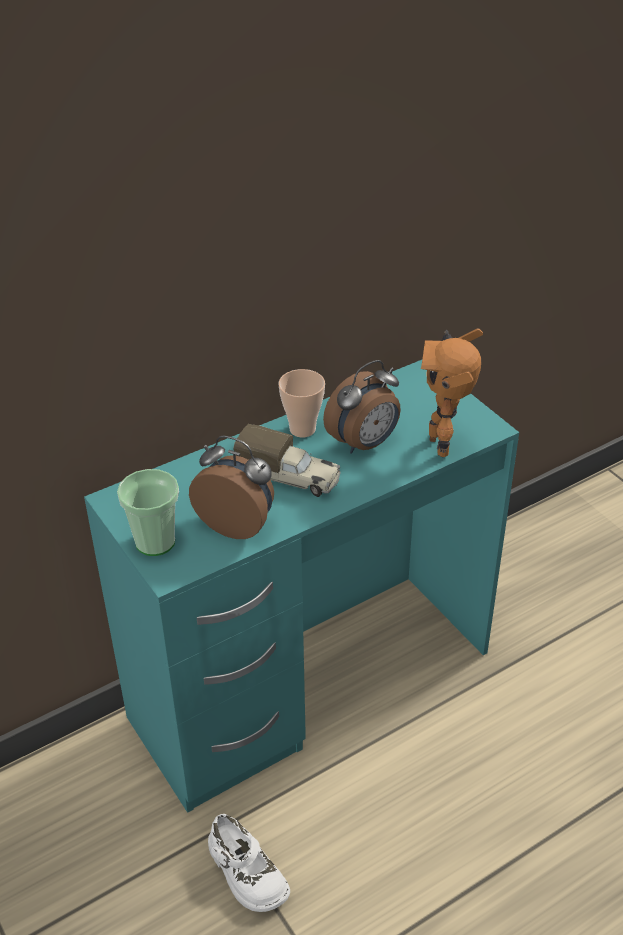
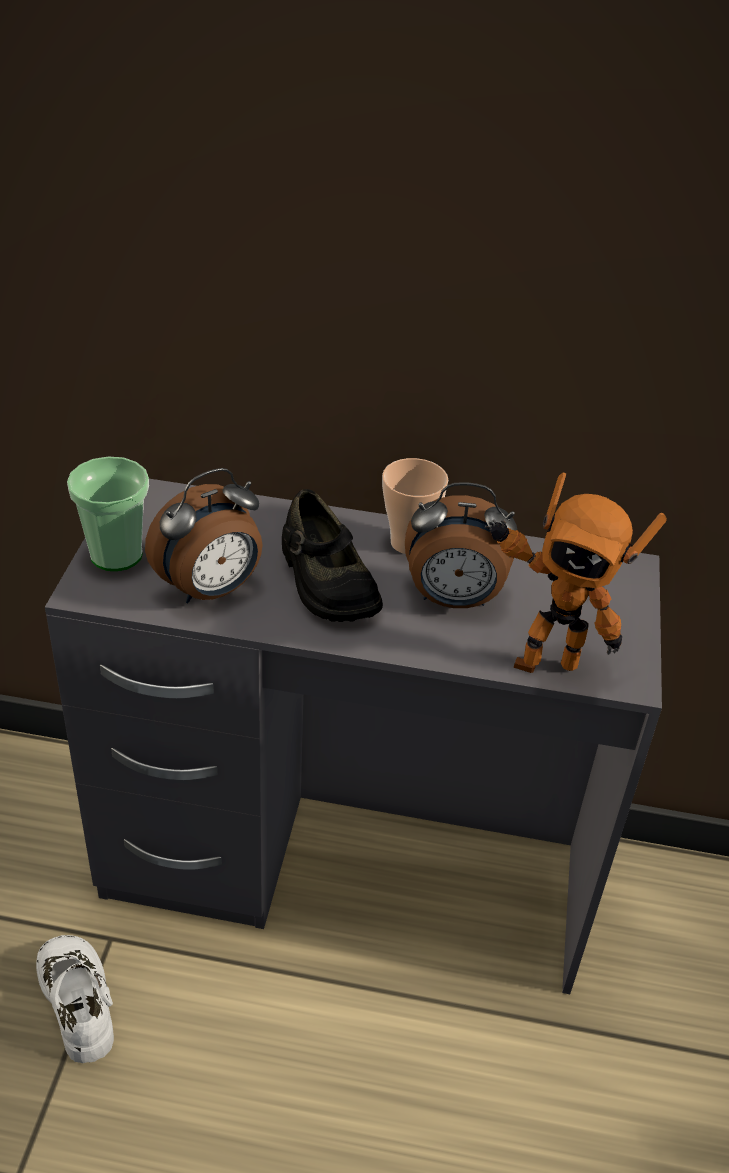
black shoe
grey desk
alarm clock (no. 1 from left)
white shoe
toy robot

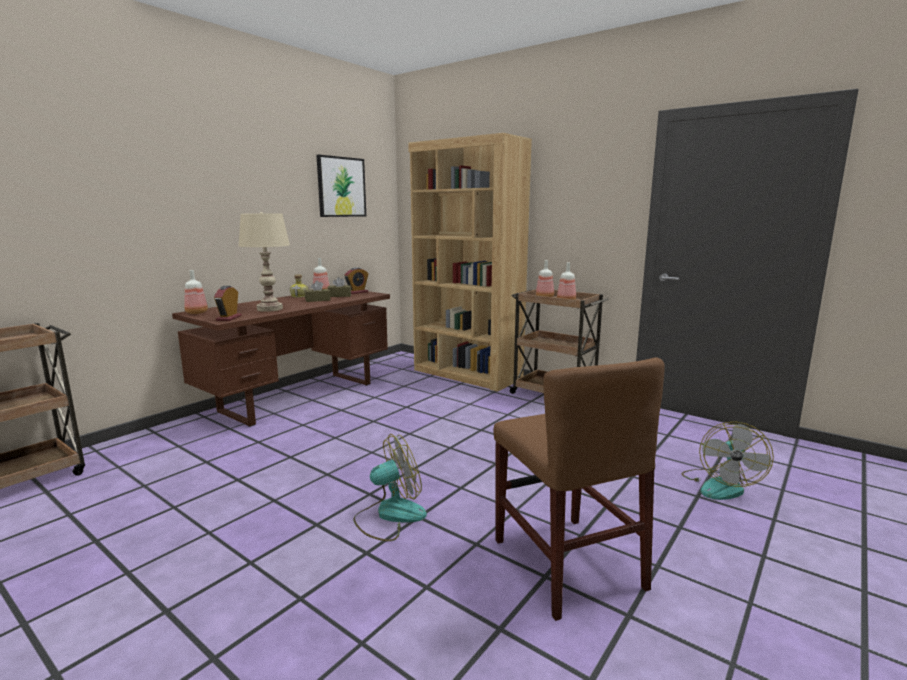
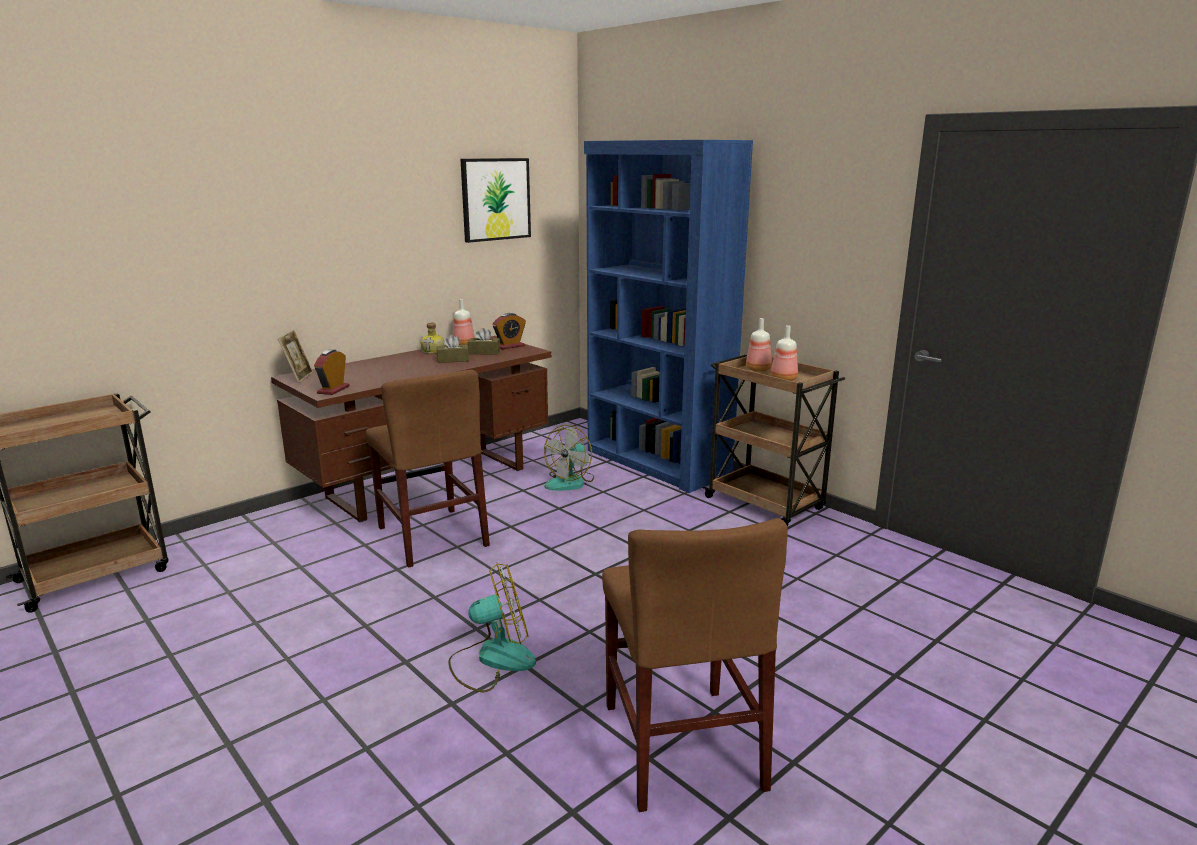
beige table lamp
brown chair (no. 1 from left)
fan (no. 2 from left)
picture frame
blue bookcase

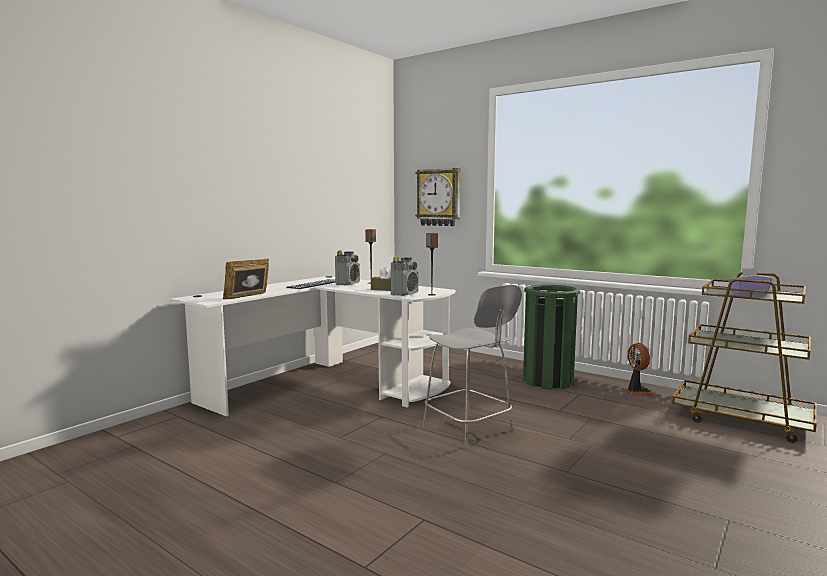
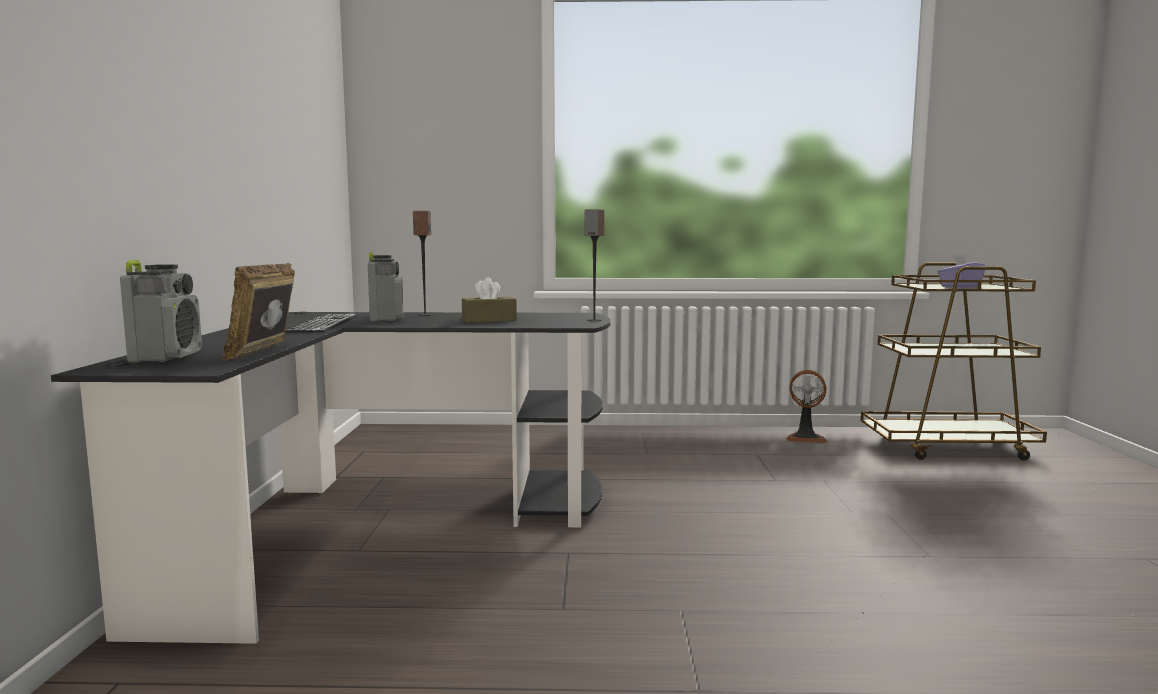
wall clock
grey stool
green trash can
radio (no. 1 from left)
black desk
fan

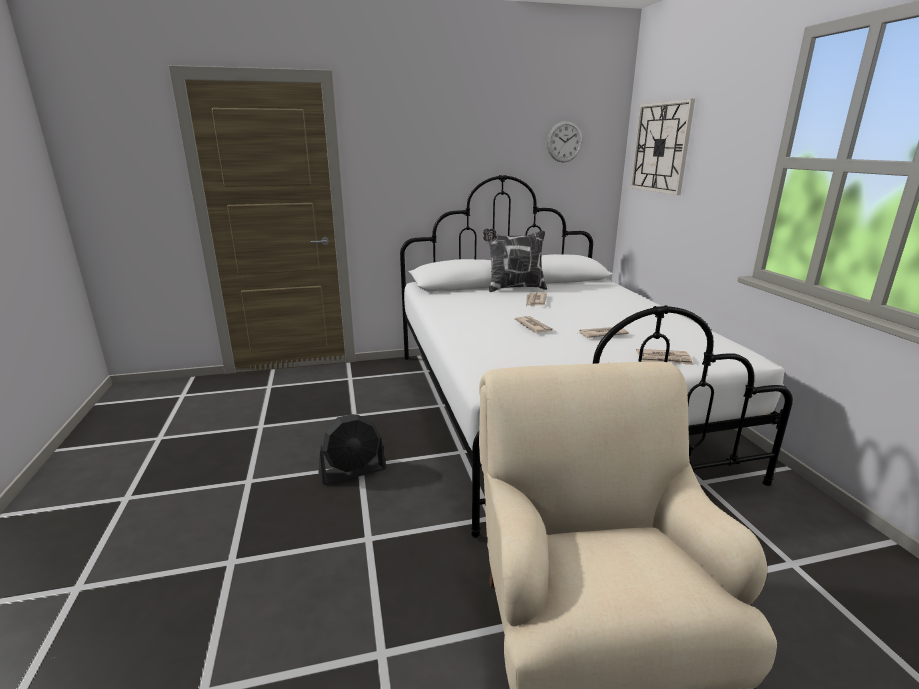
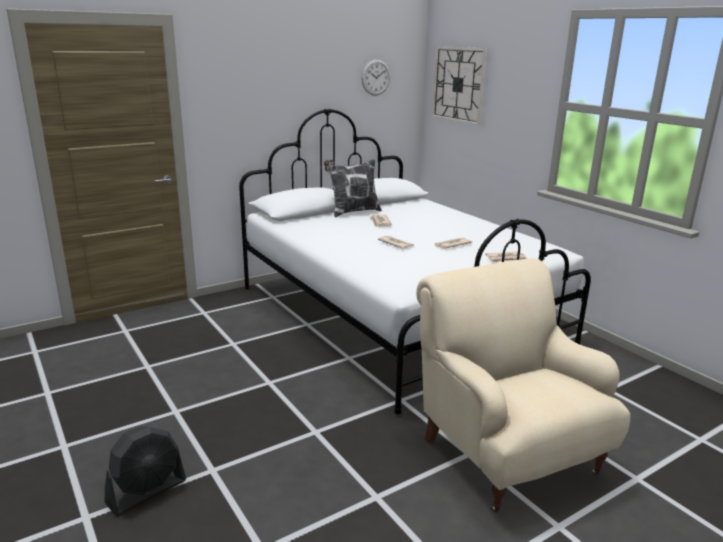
black fan

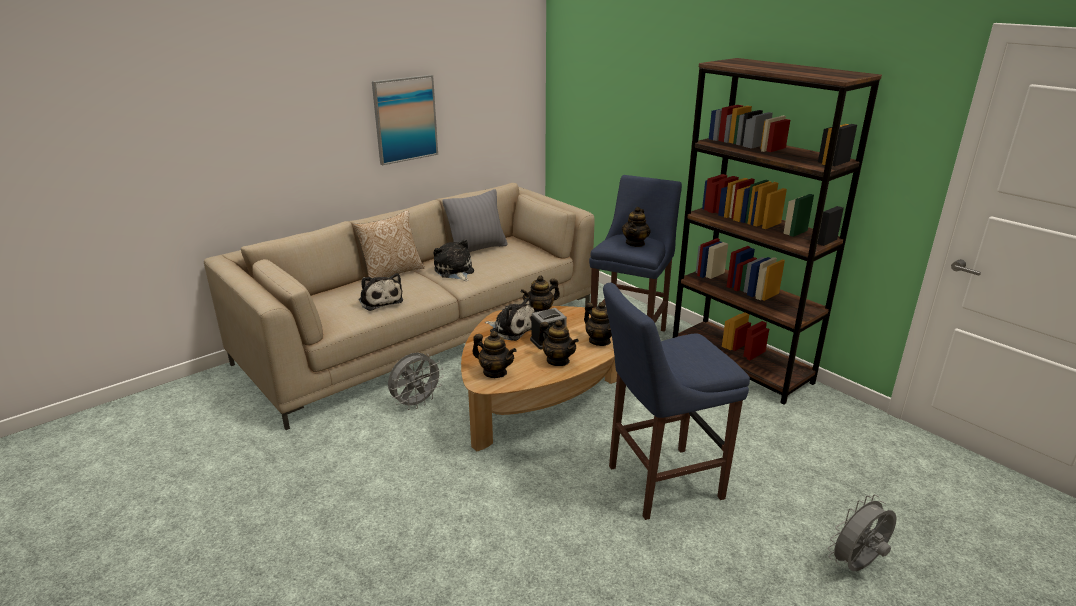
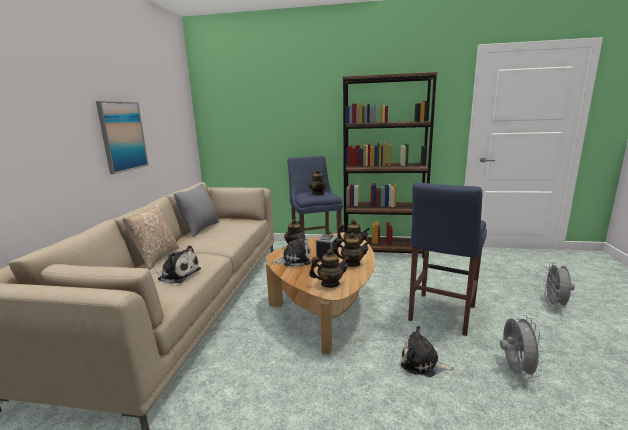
grey fan (no. 1 from left)
plush toy (no. 3 from left)

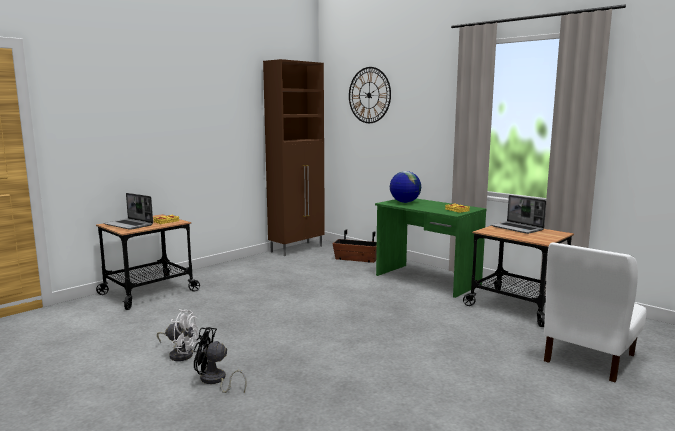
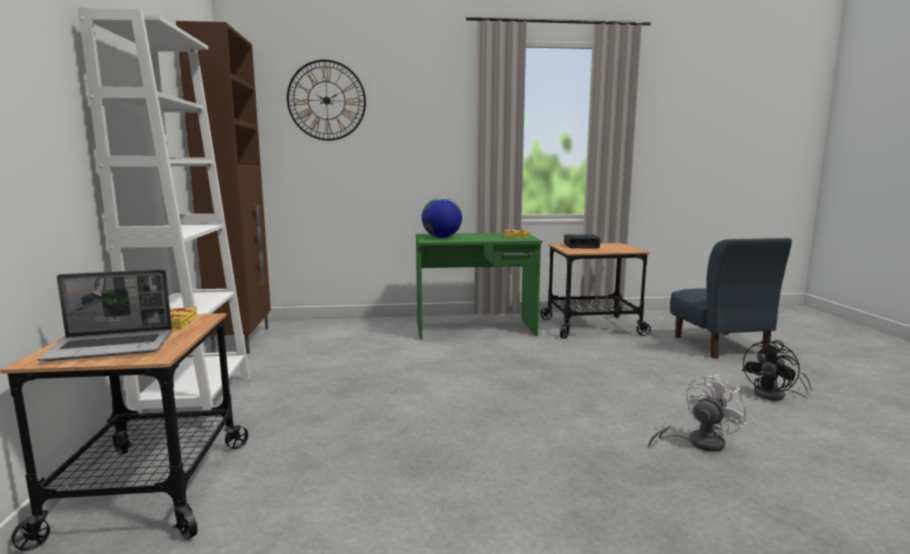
planter
white bookcase
white fan
black fan
alarm clock
blue chair

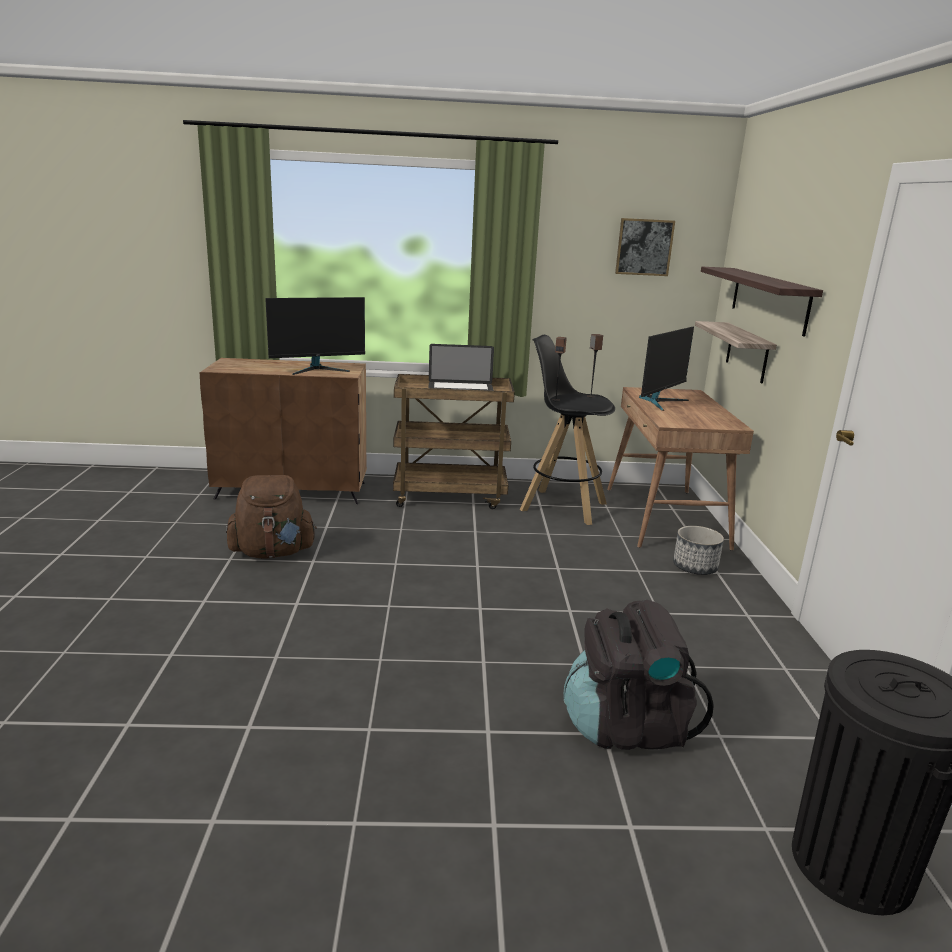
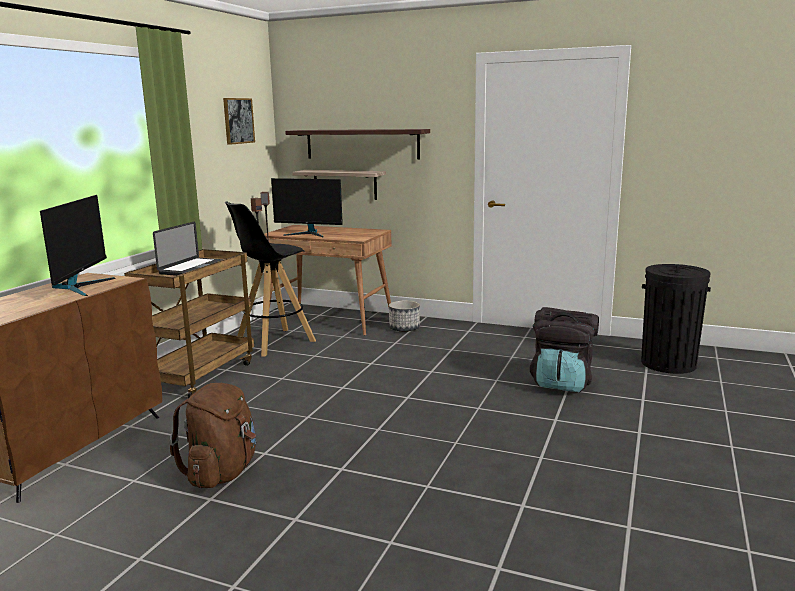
monitor (no. 2 from left)

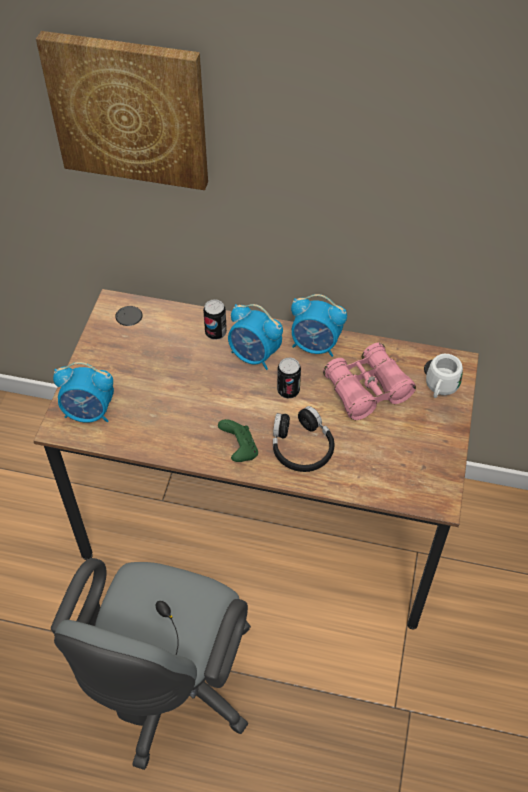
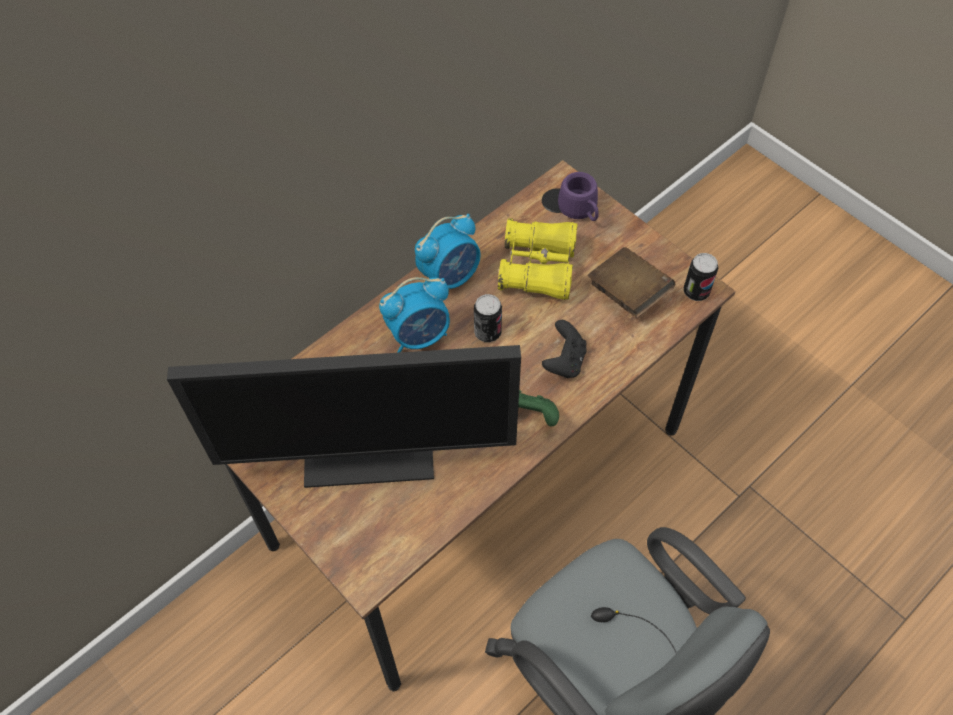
picture
alarm clock (no. 1 from left in the first image)
monitor
brown book
can (no. 2 from left)
black game controller
yellow binoculars
purple mug

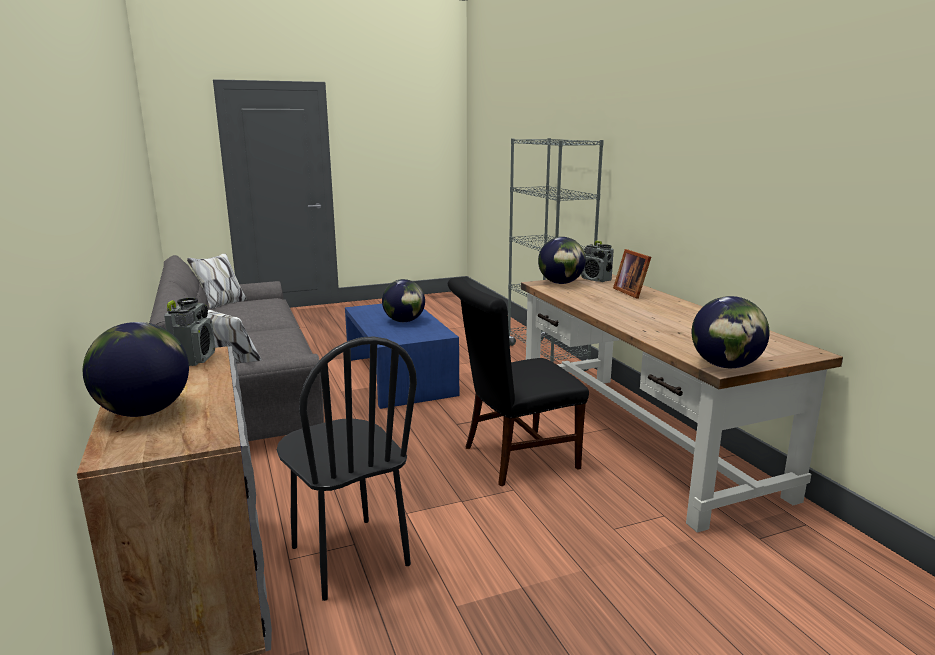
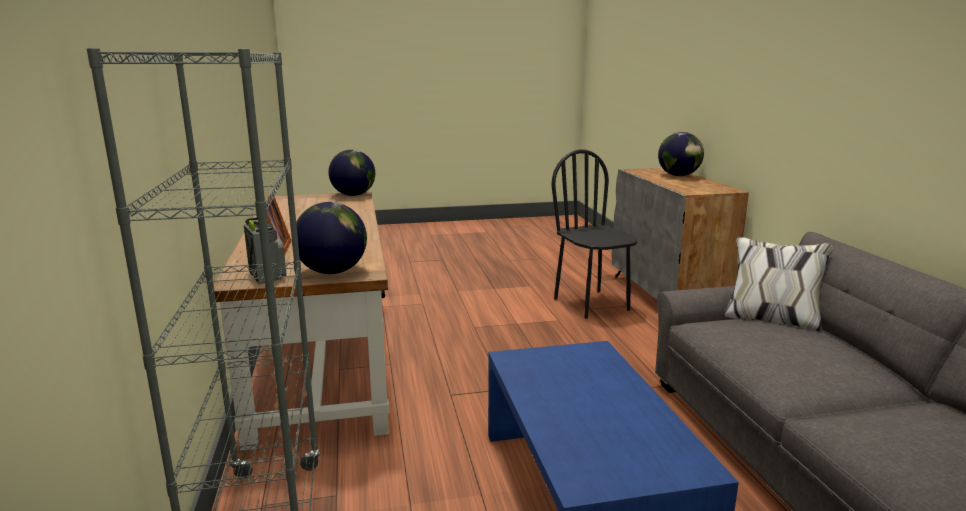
radio (no. 1 from left in the first image)
globe (no. 2 from left in the first image)
black chair (no. 2 from left in the first image)

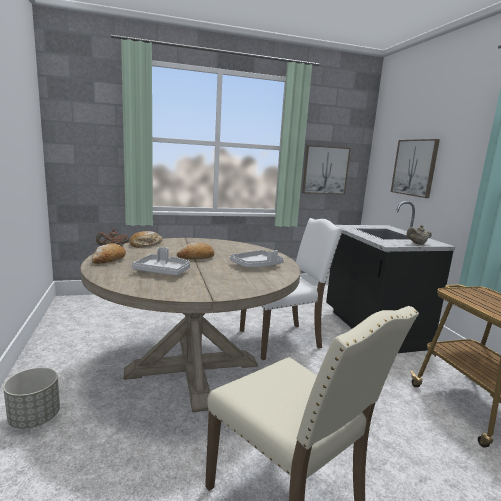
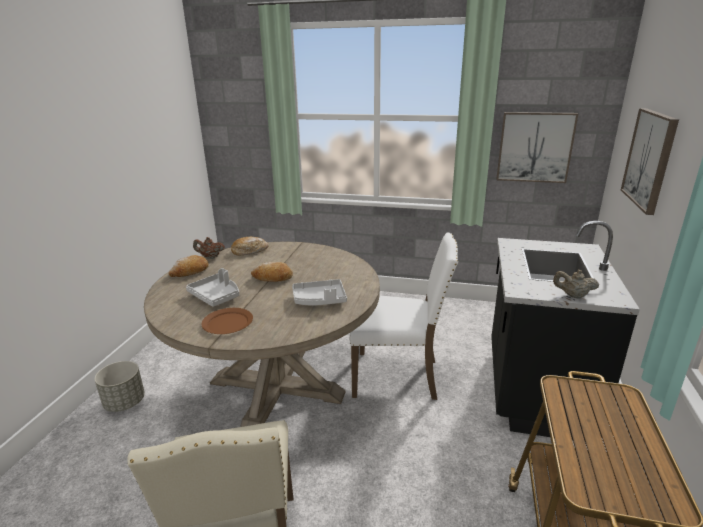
brown plate

